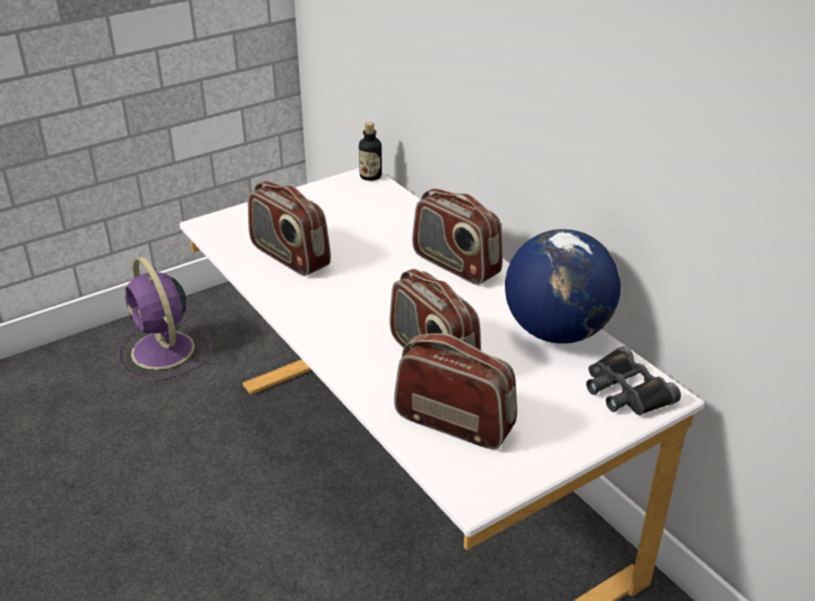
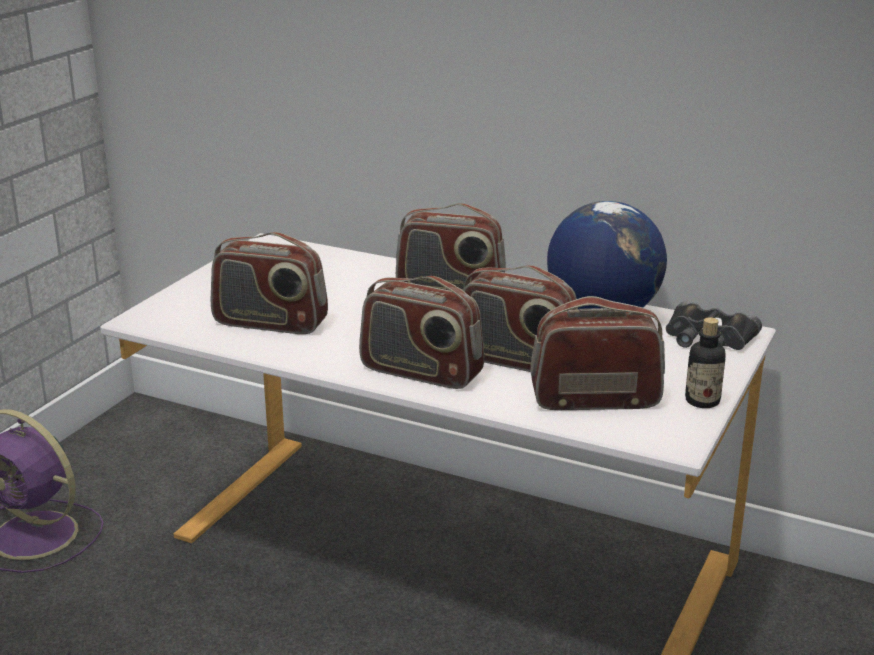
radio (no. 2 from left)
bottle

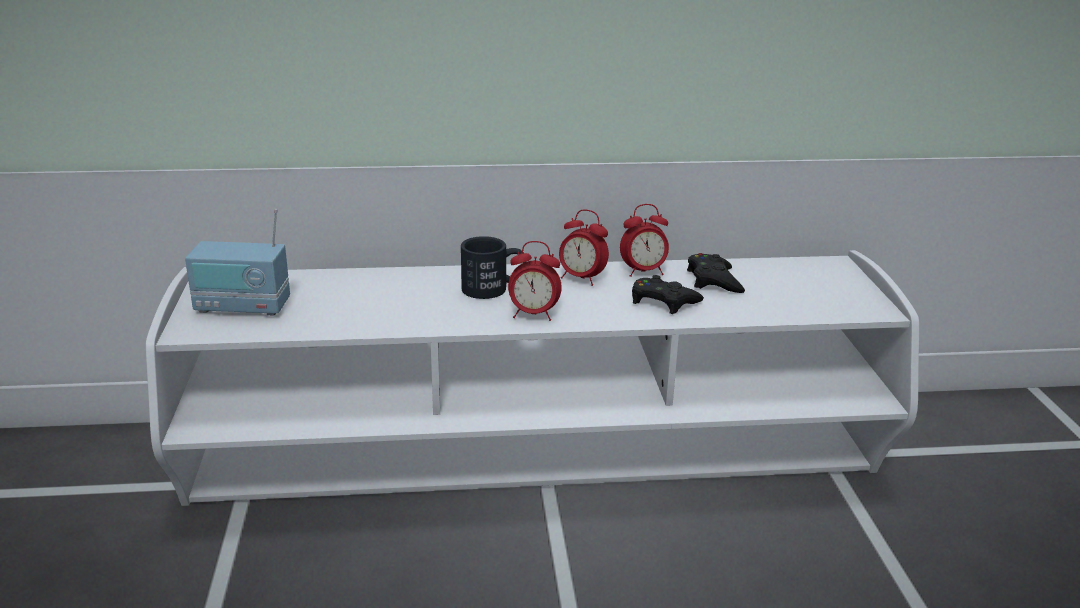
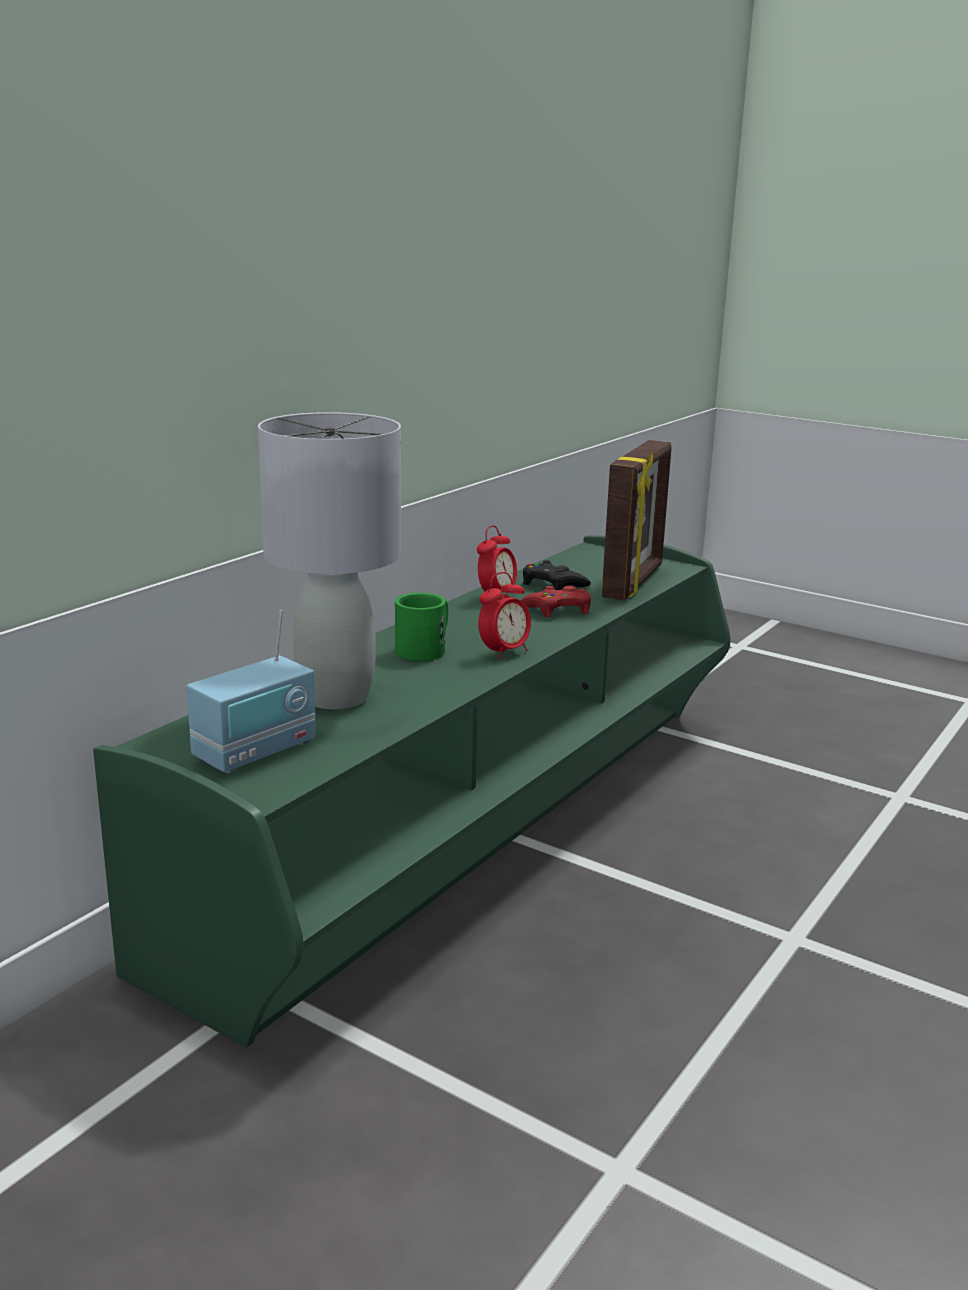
alarm clock (no. 2 from left in the first image)
grey table lamp
picture frame
green tv stand
green mug
red game controller

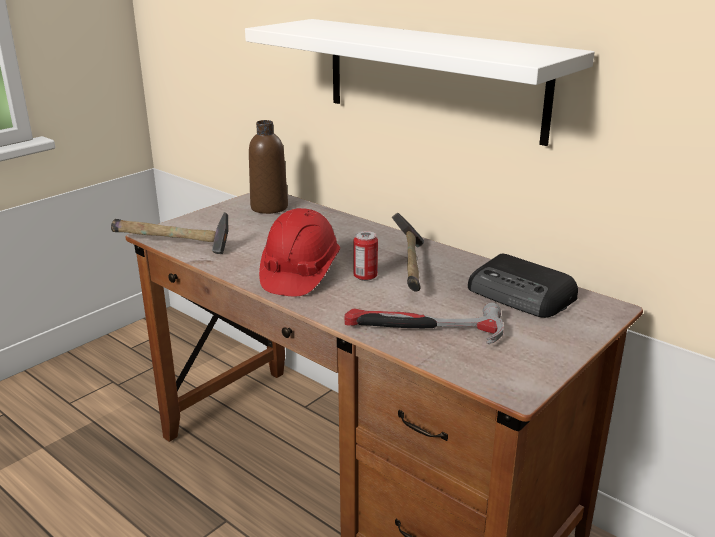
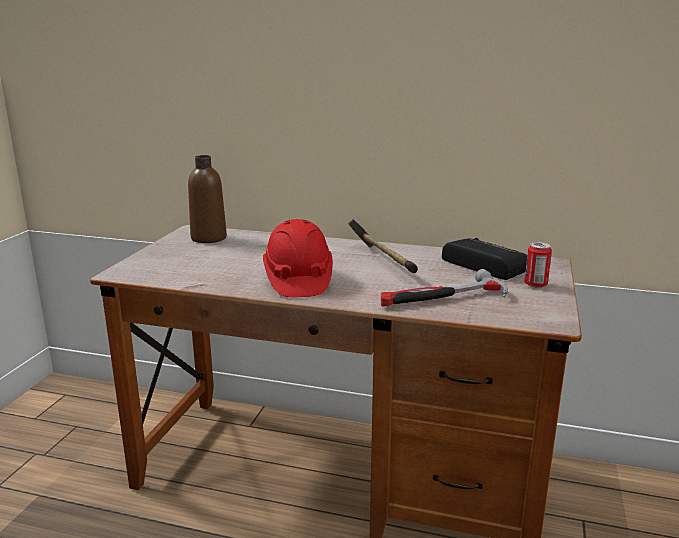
hammer (no. 1 from left in the first image)
white shelf
can
radio

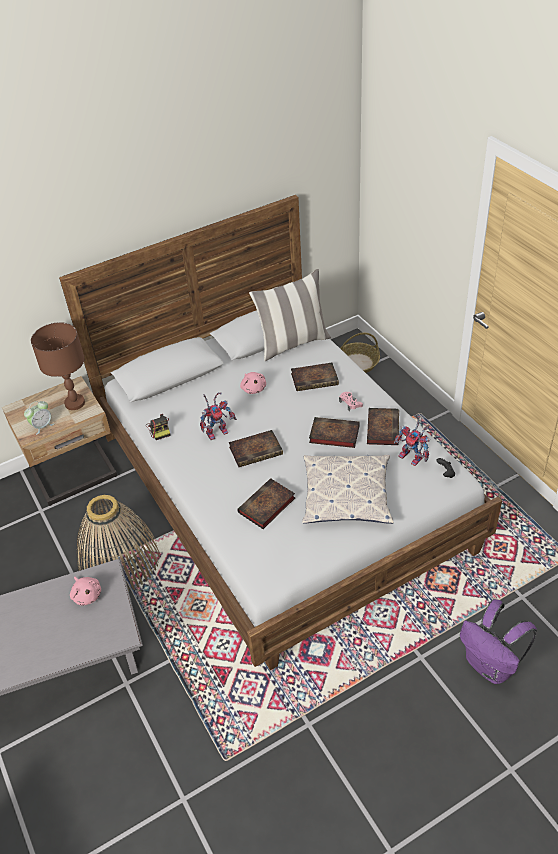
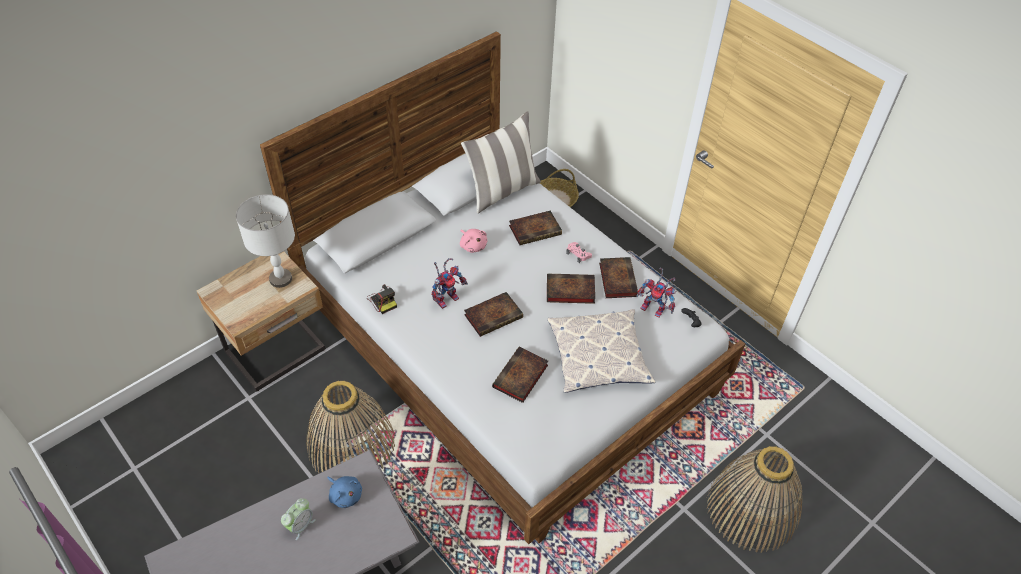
alarm clock
basket (no. 3 from left)
grey table lamp
blue plush toy

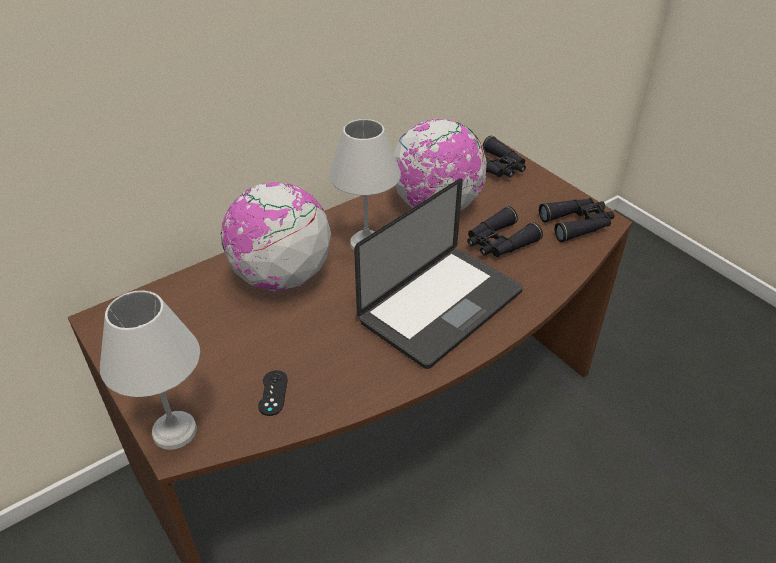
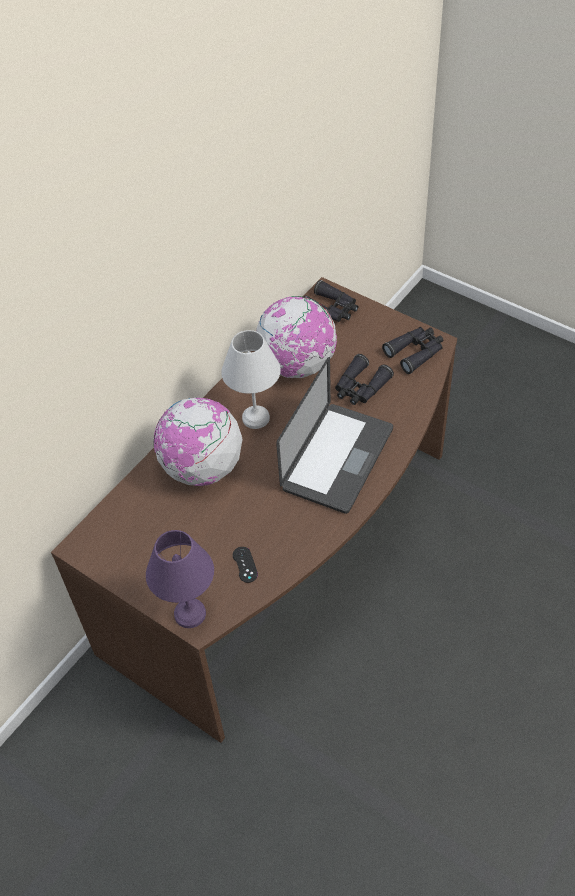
purple table lamp

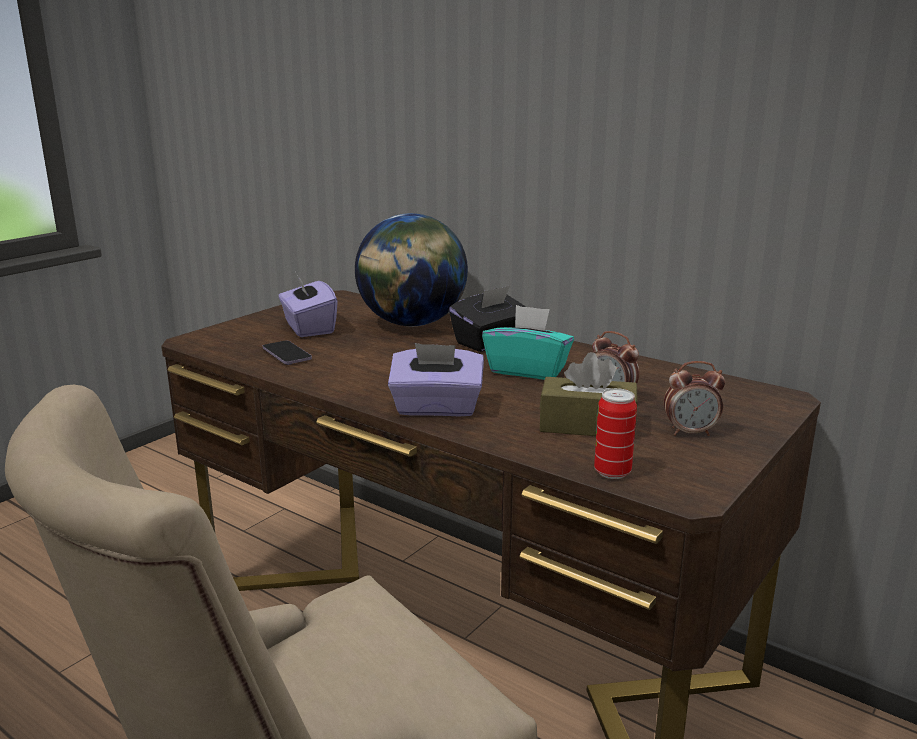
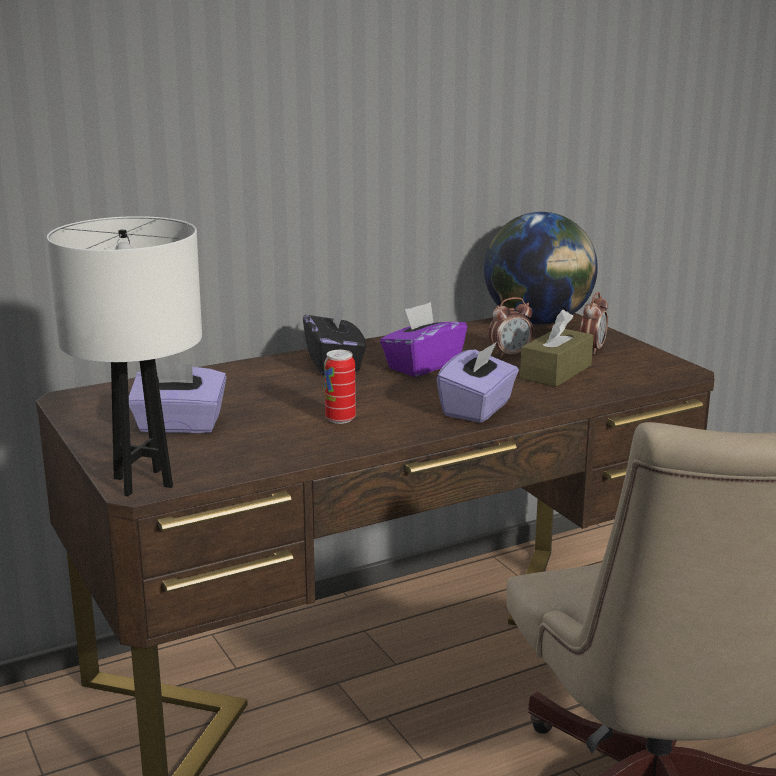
phone
white table lamp
globe
can
purple tissue box (no. 2 from left)

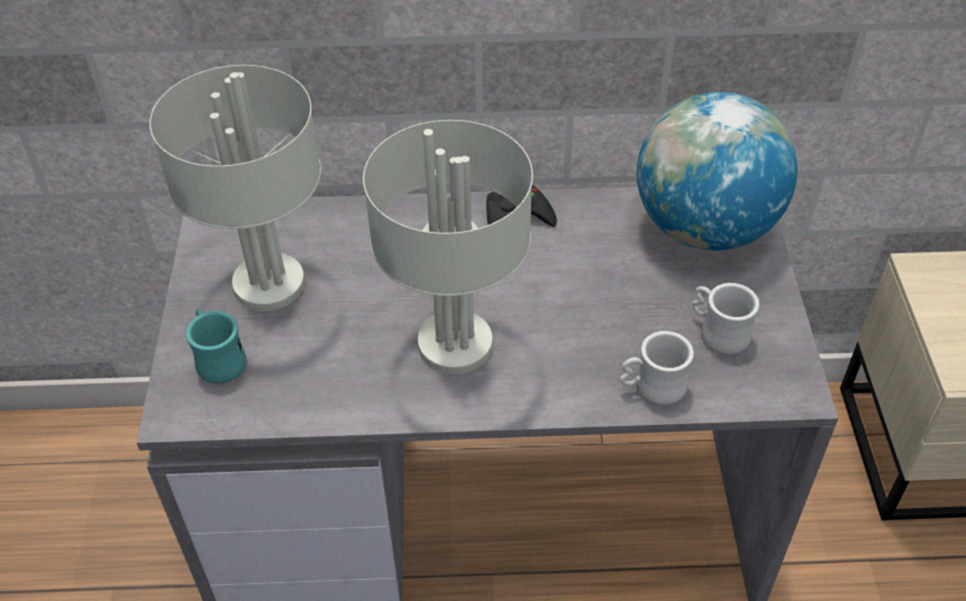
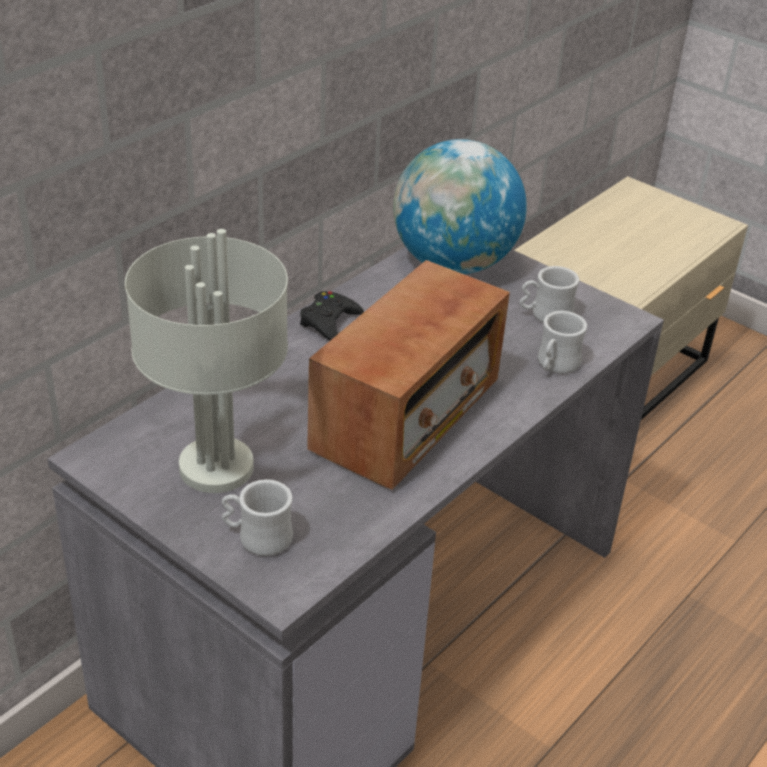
radio
white mug (no. 1 from left)

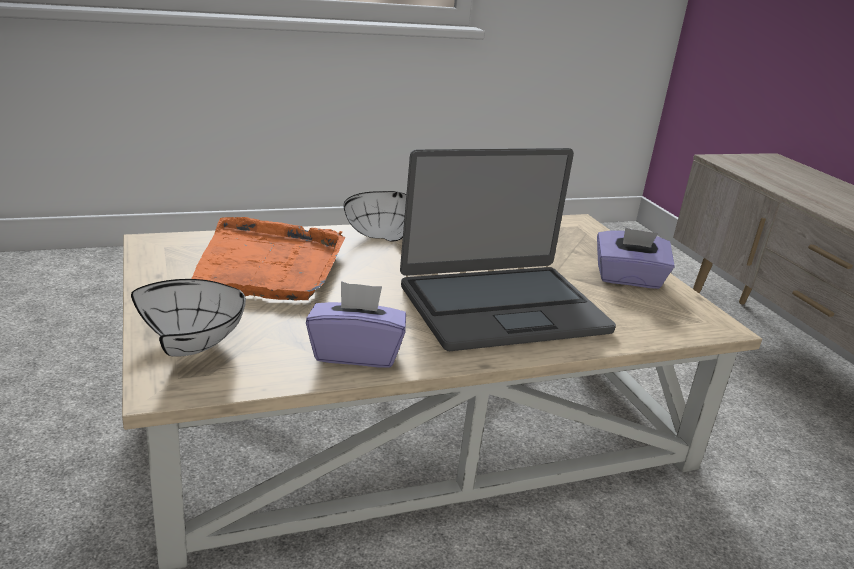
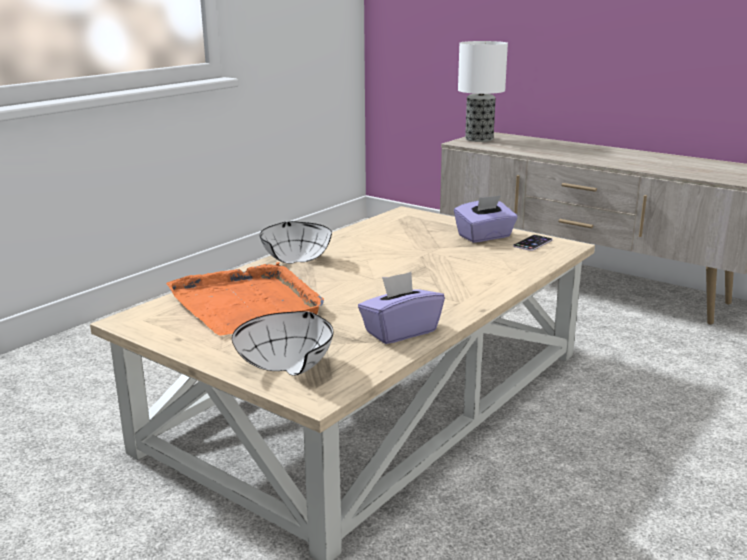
laptop
table lamp
phone

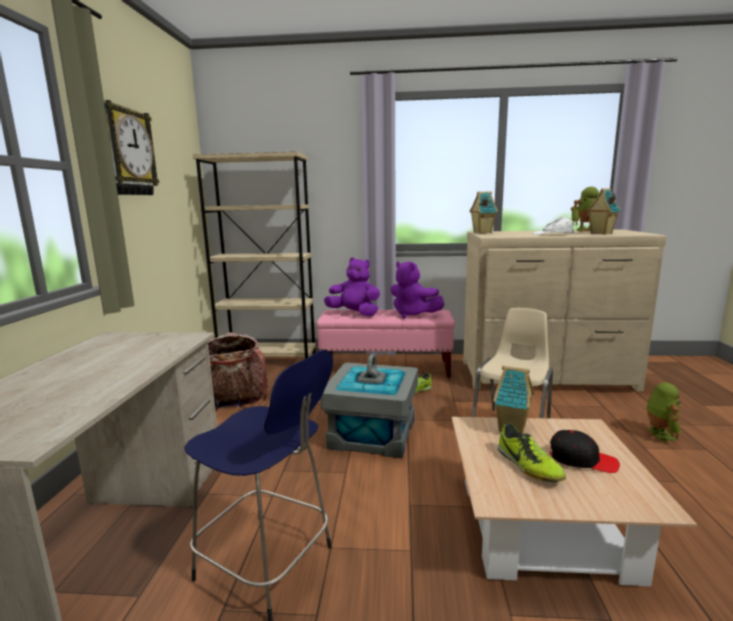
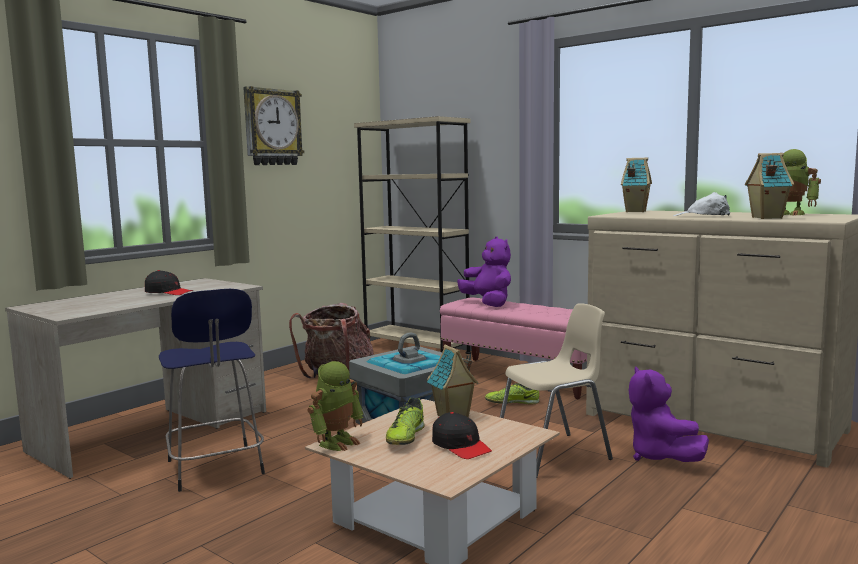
black cap (no. 1 from left)
purple plush toy (no. 2 from left)
toy robot (no. 1 from left)

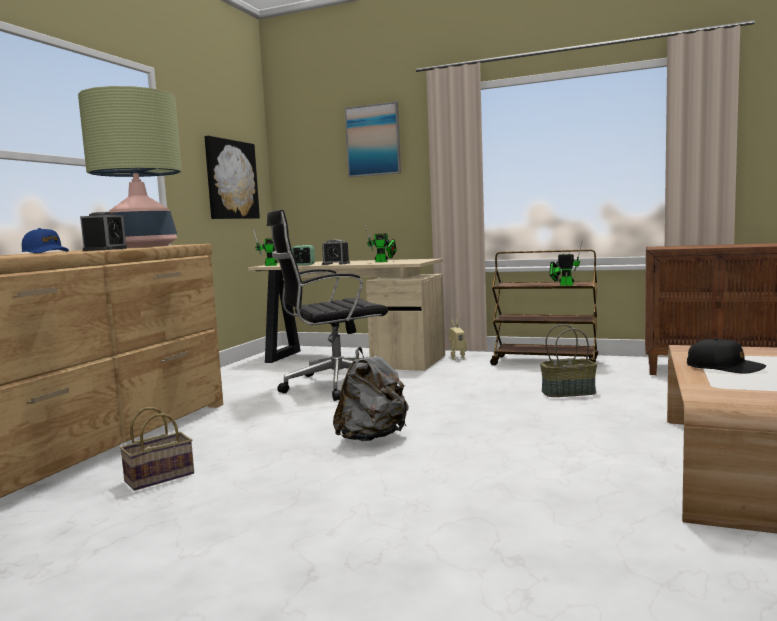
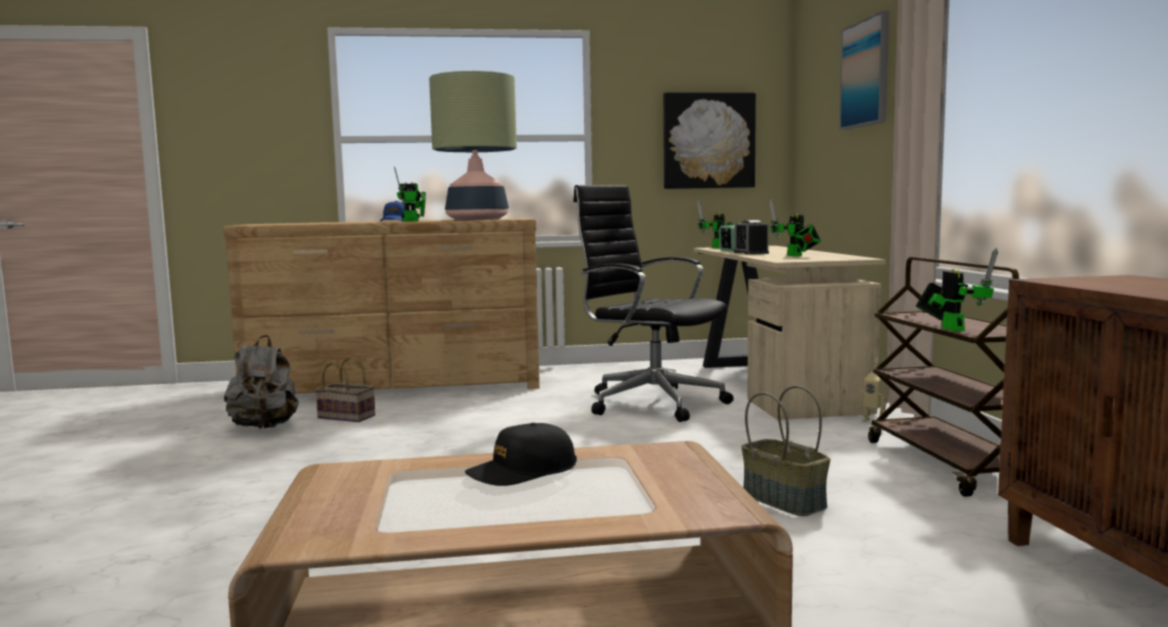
grey backpack
toy robot (no. 1 from left)
black cap

